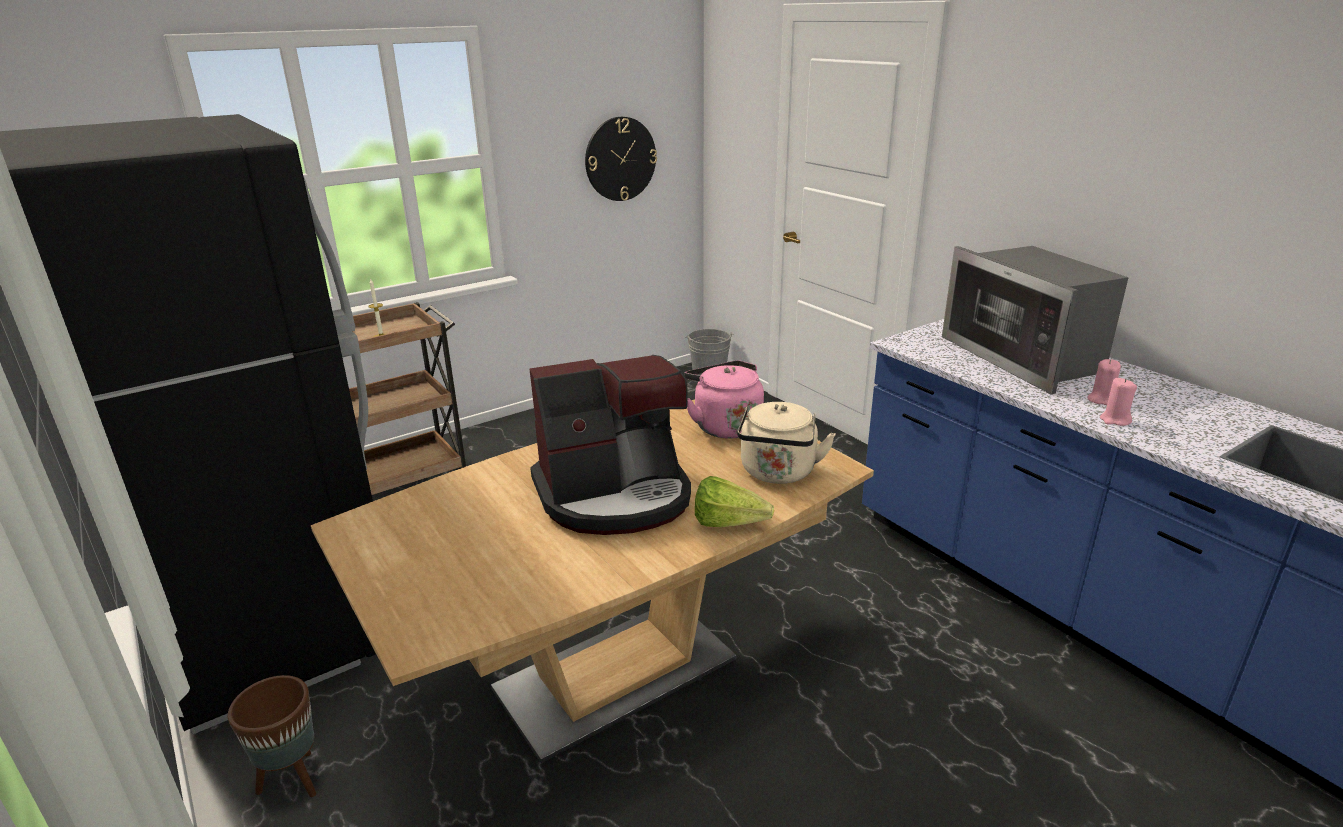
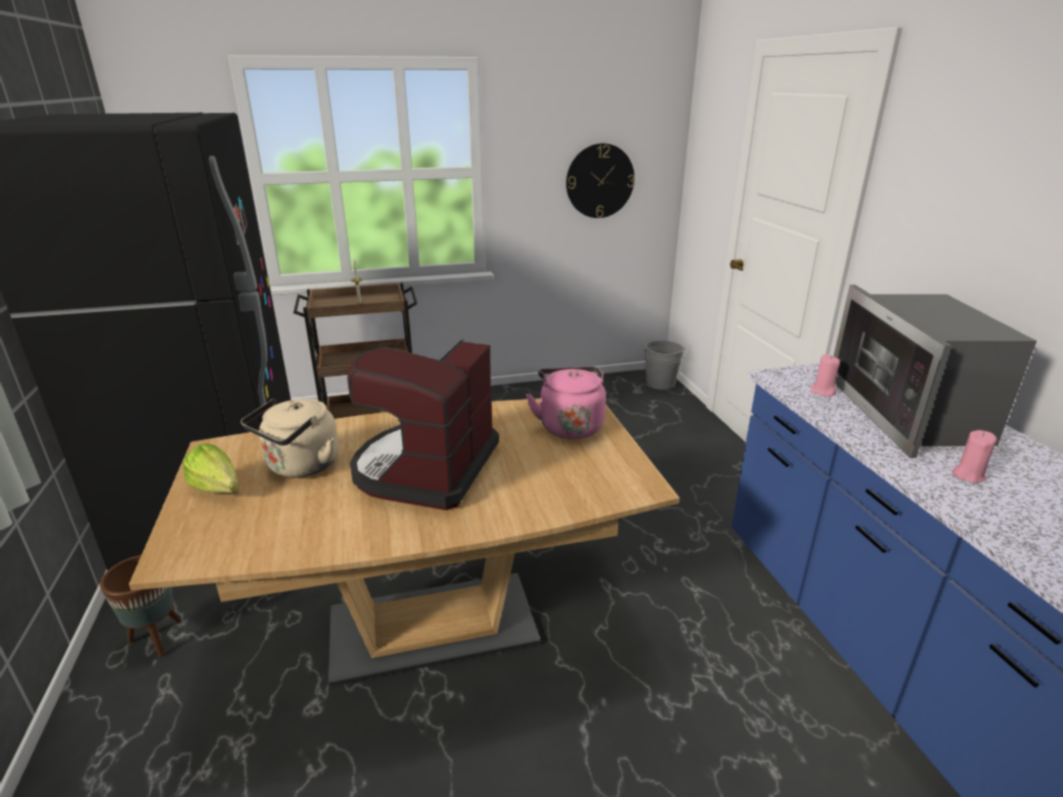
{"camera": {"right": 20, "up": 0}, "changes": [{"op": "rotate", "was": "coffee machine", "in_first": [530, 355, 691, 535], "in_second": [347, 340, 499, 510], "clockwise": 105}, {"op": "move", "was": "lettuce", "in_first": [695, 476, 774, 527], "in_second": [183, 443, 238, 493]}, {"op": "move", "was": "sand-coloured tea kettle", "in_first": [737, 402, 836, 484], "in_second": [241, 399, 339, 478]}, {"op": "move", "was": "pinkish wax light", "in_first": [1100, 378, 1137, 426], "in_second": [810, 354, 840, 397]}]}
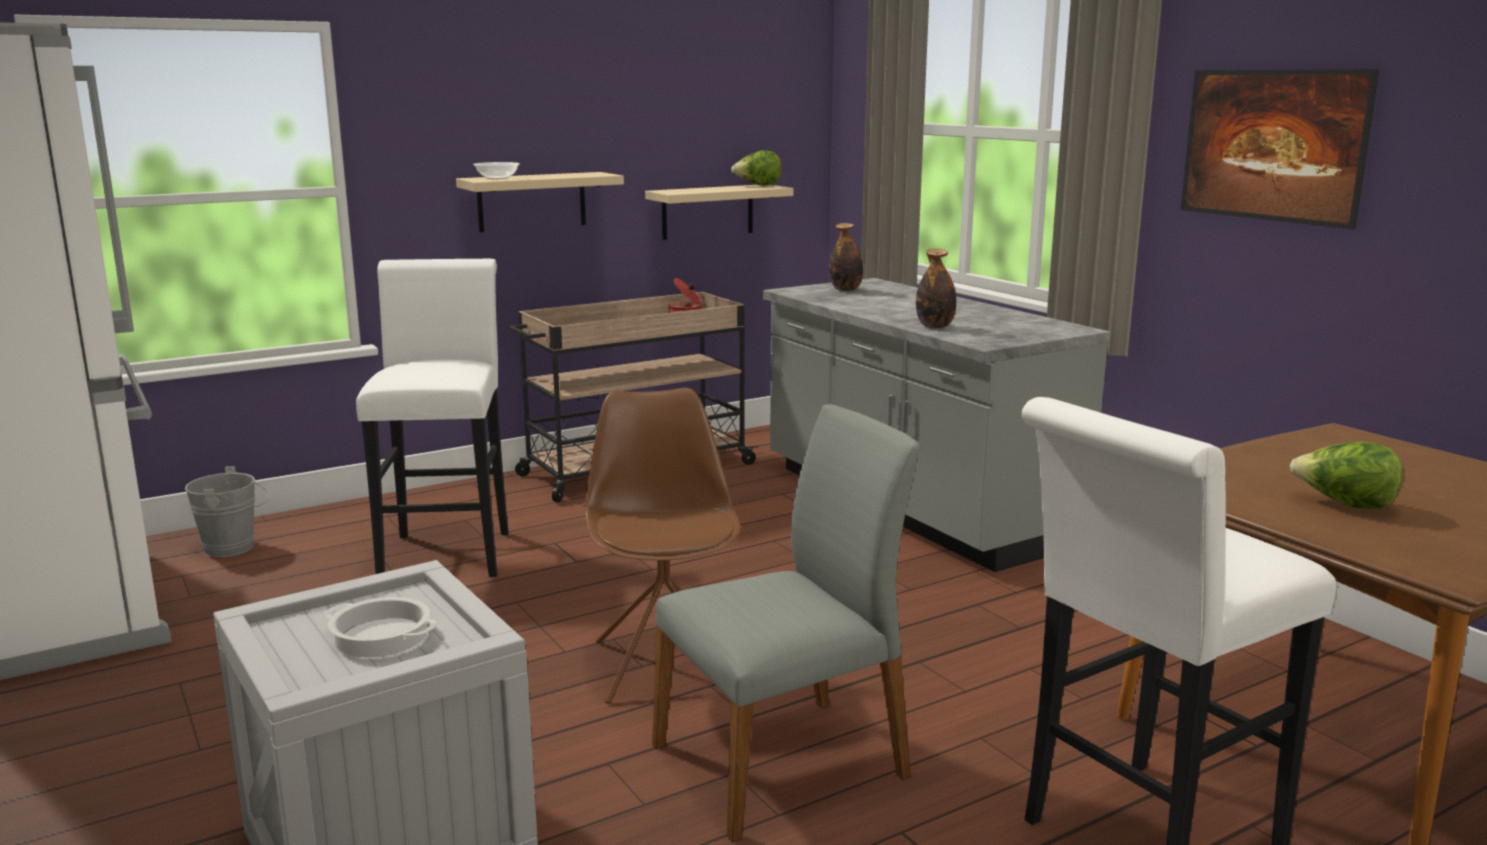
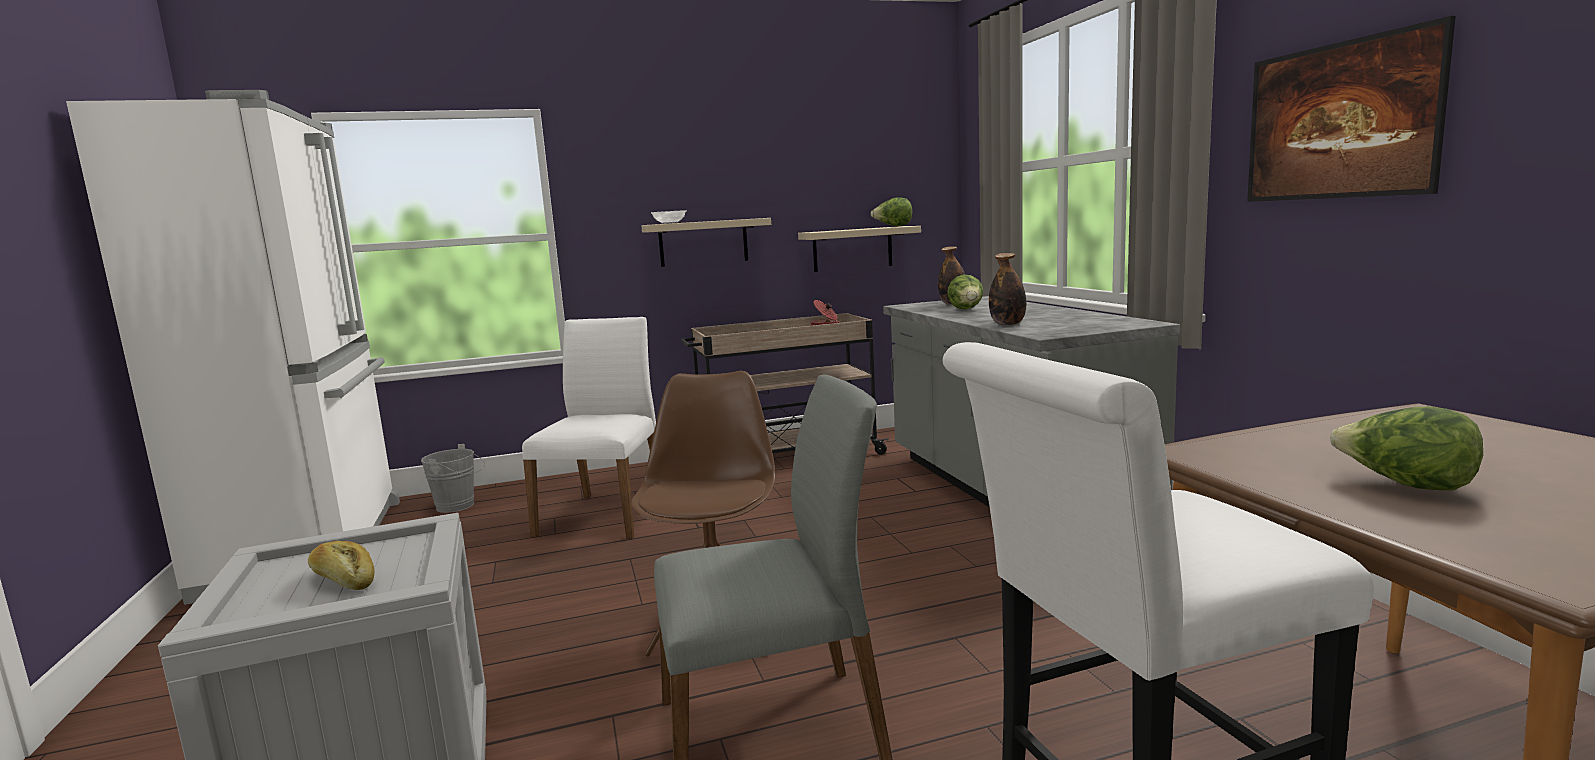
{"camera": {"right": 15, "up": -5}, "changes": [{"op": "replace", "was": "saucepot", "now": "bakery bread", "in_first": [324, 597, 437, 657], "in_second": [308, 541, 375, 590]}, {"op": "replace", "was": "white-coloured stool", "now": "white-coloured plain chair", "in_first": [356, 259, 509, 577], "in_second": [522, 317, 656, 539]}, {"op": "insert", "now": "lettuce", "in_second": [947, 275, 983, 310]}]}
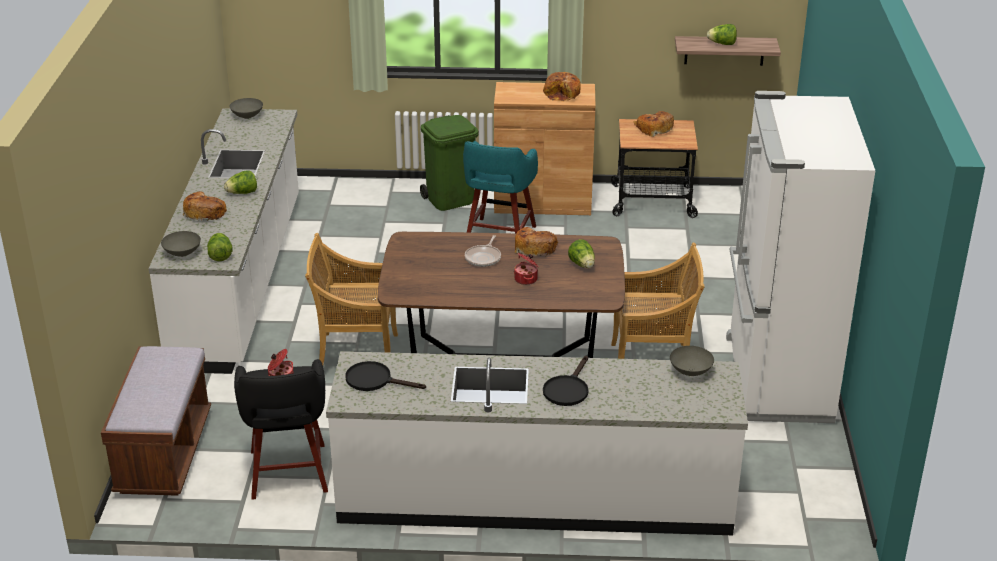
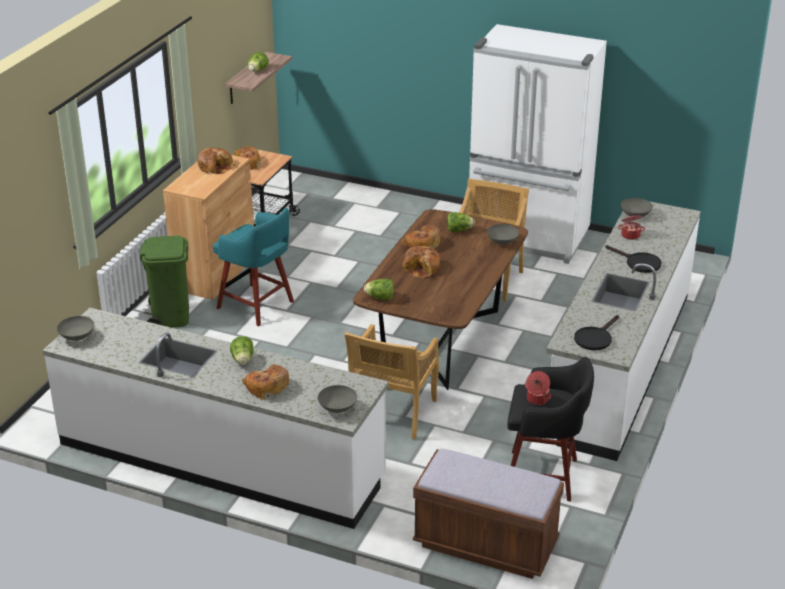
{"camera": {"right": -70, "up": 0}, "changes": [{"op": "move", "was": "lettuce", "in_first": [207, 233, 233, 261], "in_second": [364, 279, 394, 300]}, {"op": "replace", "was": "frying pan", "now": "bakery bread", "in_first": [465, 235, 501, 267], "in_second": [402, 246, 440, 278]}, {"op": "move", "was": "saucepot", "in_first": [514, 253, 539, 285], "in_second": [618, 213, 645, 240]}, {"op": "insert", "now": "gray bowl", "in_second": [487, 224, 519, 245]}]}
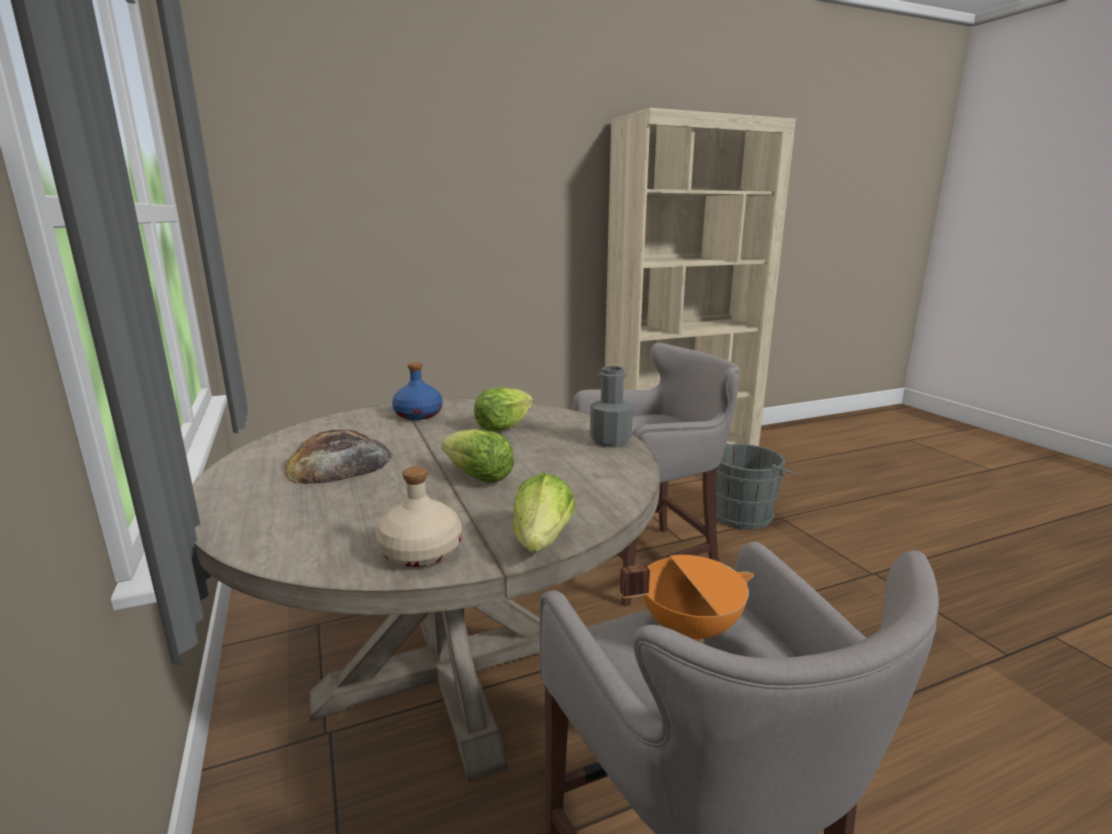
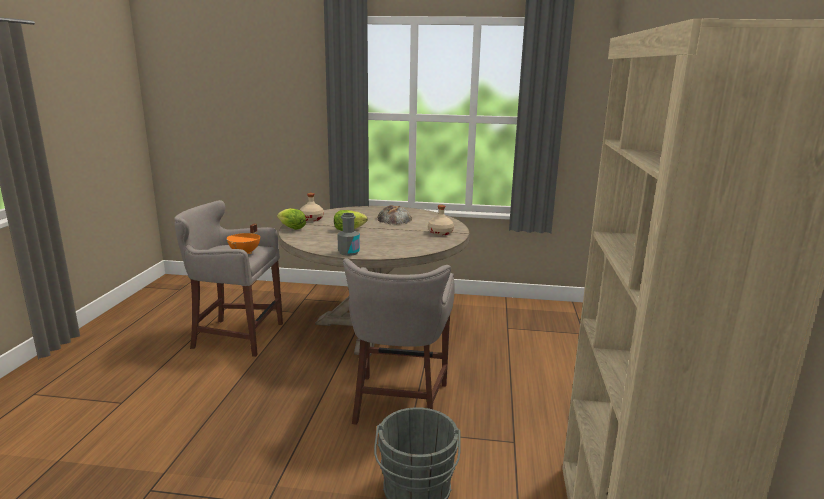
{"camera": {"right": 120, "up": 0}, "changes": [{"op": "recolor", "was": "blue-coloured bottle", "now": "sand-coloured bottle", "in_first": [392, 362, 443, 420], "in_second": [428, 205, 454, 235]}, {"op": "delete", "was": "lettuce", "in_first": [474, 388, 533, 431]}]}
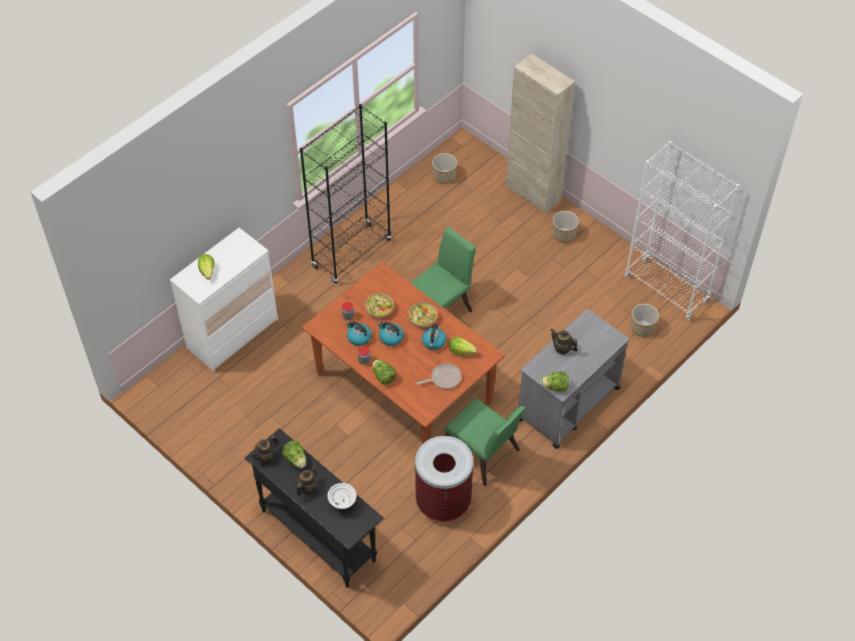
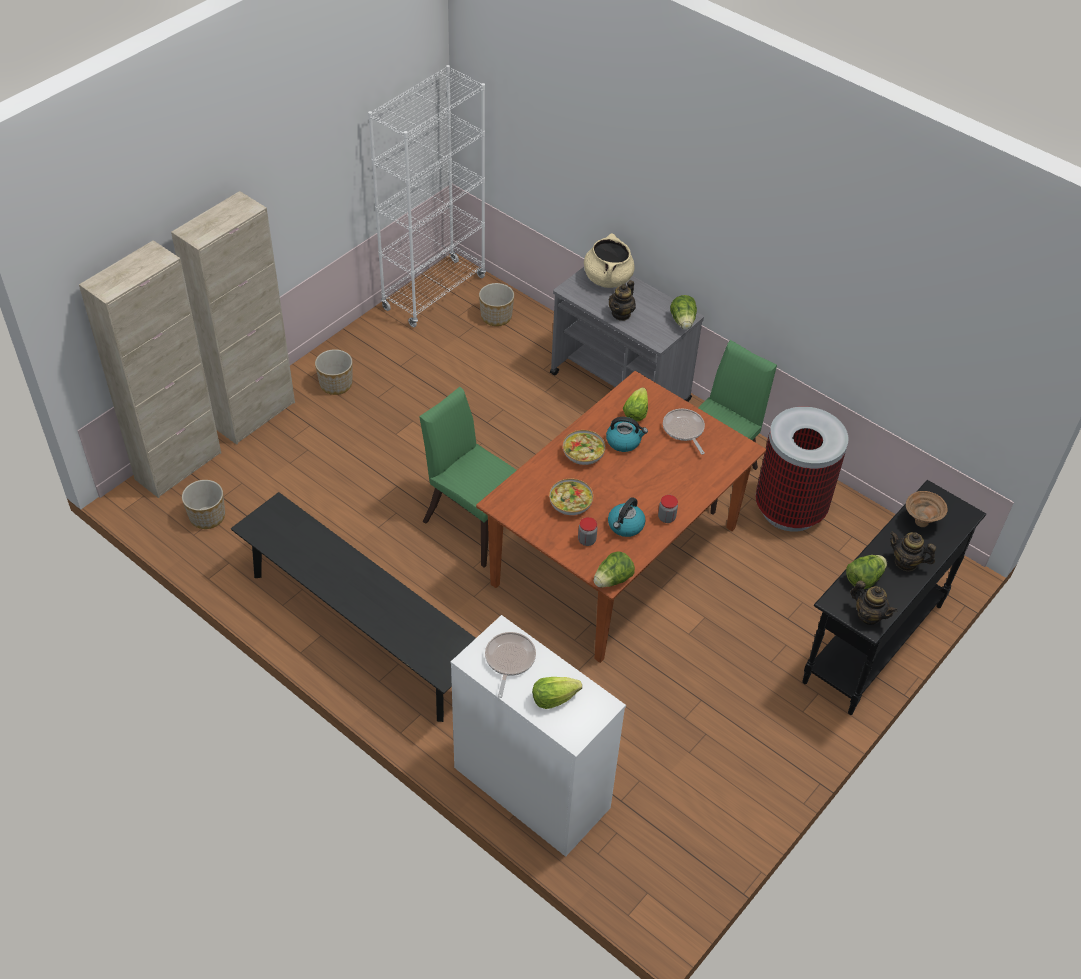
{"camera": {"right": -95, "up": -5}, "changes": [{"op": "replace", "was": "black bookshelf", "now": "black bench", "in_first": [300, 104, 392, 284], "in_second": [231, 492, 476, 722]}, {"op": "recolor", "was": "white-coloured bowl", "now": "brown bowl", "in_first": [328, 483, 356, 509], "in_second": [906, 491, 948, 527]}, {"op": "move", "was": "lettuce", "in_first": [372, 360, 396, 385], "in_second": [594, 551, 635, 588]}, {"op": "delete", "was": "tea kettle", "in_first": [377, 322, 404, 346]}, {"op": "insert", "now": "sand-coloured cupboard", "in_second": [79, 240, 221, 498]}, {"op": "insert", "now": "frying pan", "in_second": [485, 632, 536, 698]}, {"op": "insert", "now": "sand-coloured saucepot", "in_second": [584, 233, 635, 288]}]}
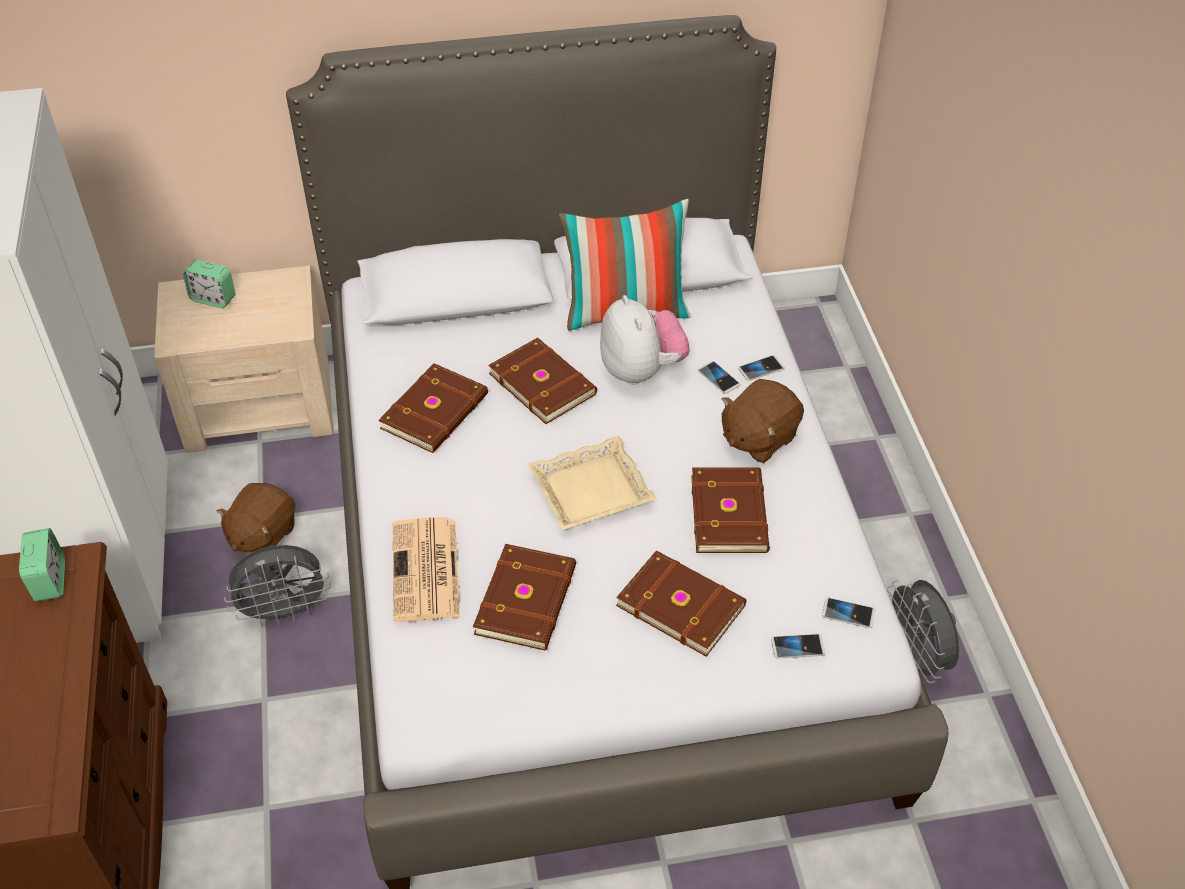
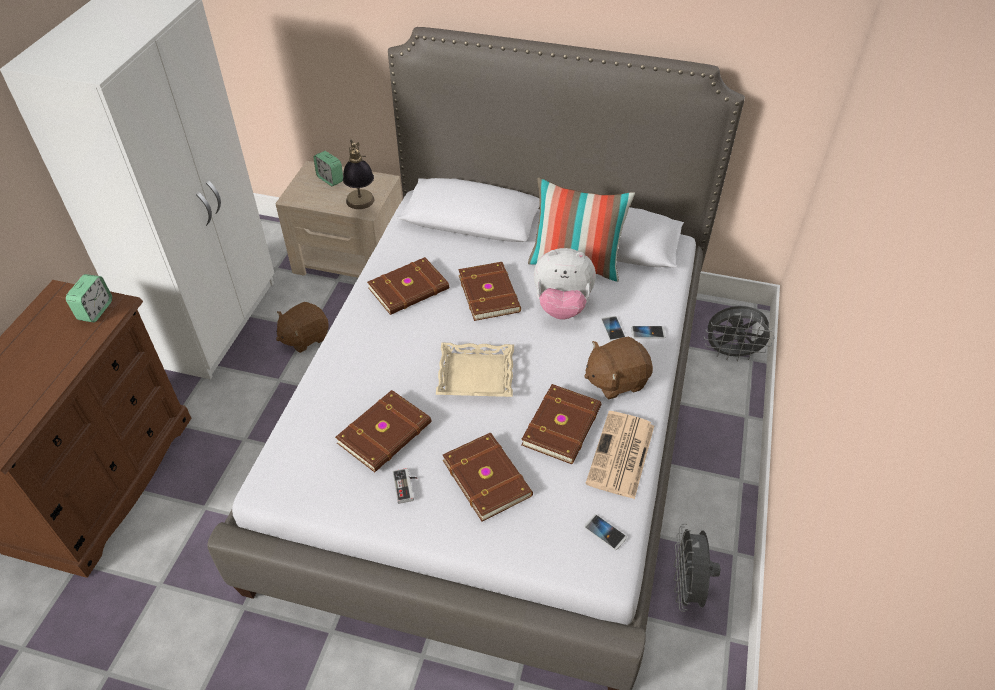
{"camera": {"right": 25, "up": 0}, "changes": [{"op": "move", "was": "gray fan", "in_first": [224, 545, 331, 627], "in_second": [704, 306, 775, 361]}, {"op": "move", "was": "daily paper", "in_first": [393, 517, 460, 622], "in_second": [585, 411, 654, 499]}, {"op": "rotate", "was": "soft toy", "in_first": [600, 295, 690, 385], "in_second": [534, 248, 596, 320], "clockwise": 90}, {"op": "delete", "was": "telephone", "in_first": [771, 634, 825, 659]}, {"op": "insert", "now": "tabletop lamp", "in_second": [343, 140, 374, 209]}, {"op": "insert", "now": "joypad", "in_second": [392, 468, 418, 504]}]}
